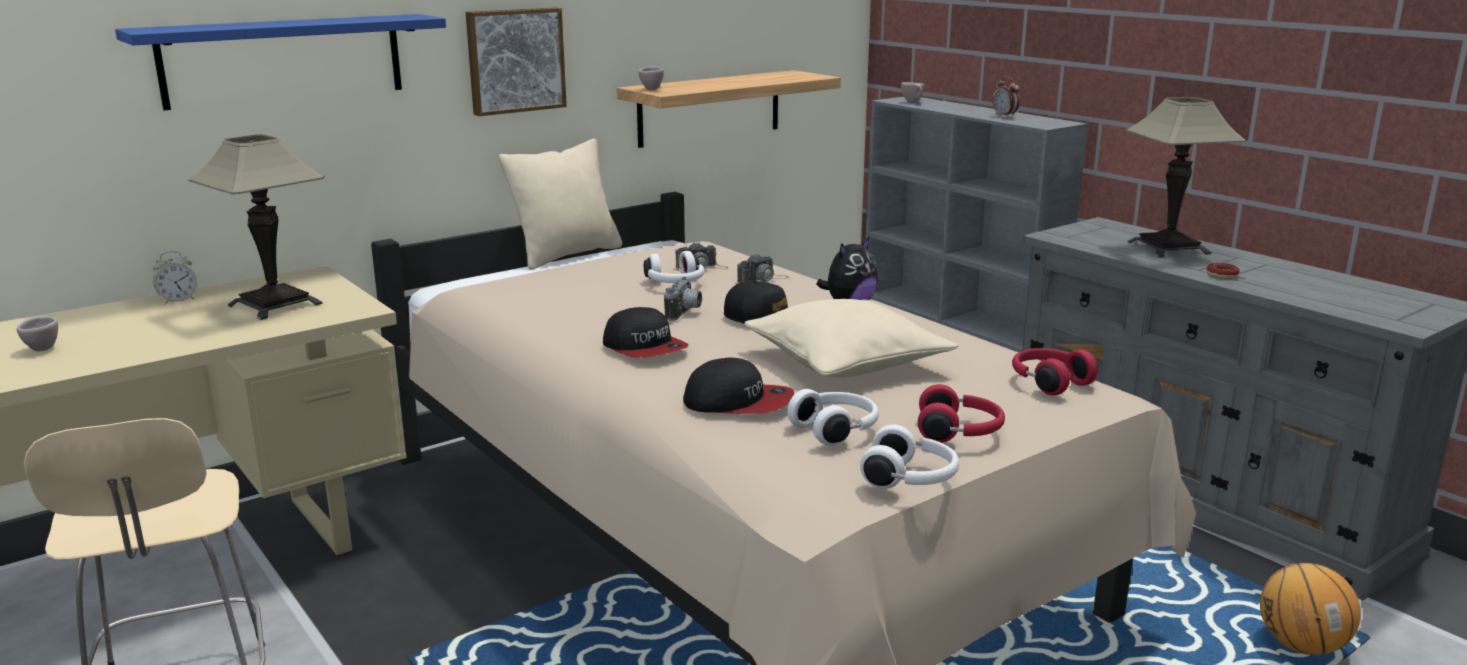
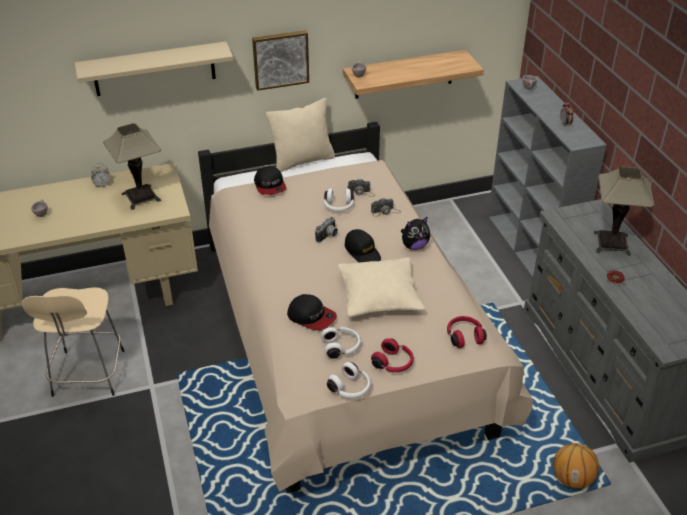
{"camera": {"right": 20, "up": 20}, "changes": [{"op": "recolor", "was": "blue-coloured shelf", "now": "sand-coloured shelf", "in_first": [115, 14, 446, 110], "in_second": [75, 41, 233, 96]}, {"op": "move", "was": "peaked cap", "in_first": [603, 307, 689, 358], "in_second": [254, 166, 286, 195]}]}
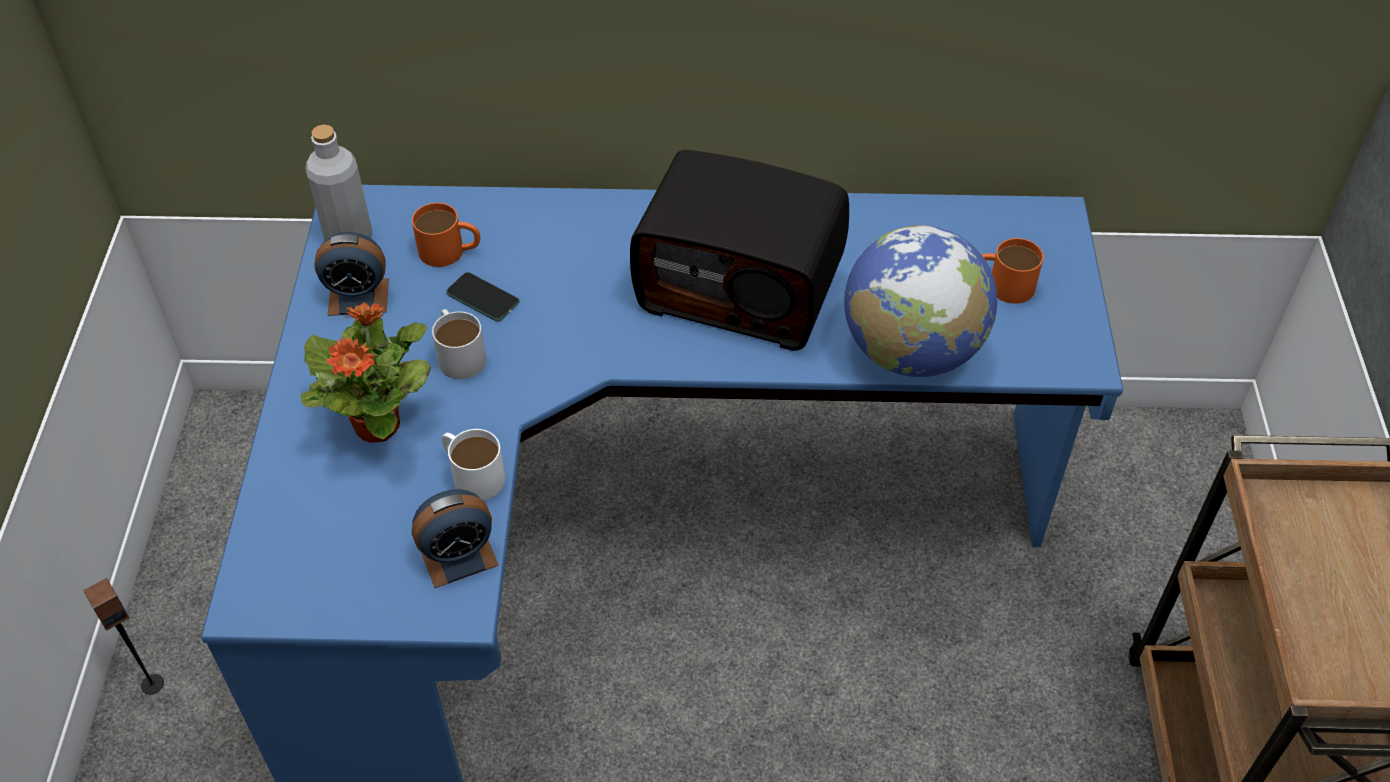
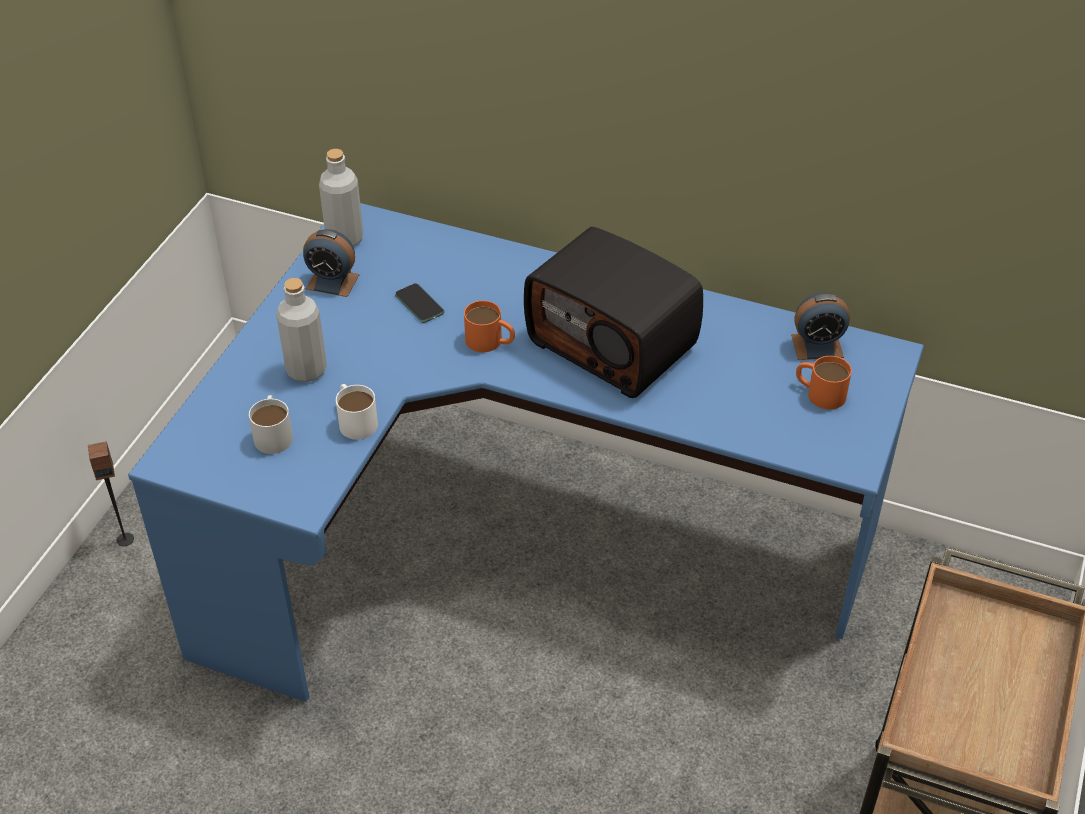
{"camera": {"right": 20, "up": -5}, "changes": [{"op": "replace", "was": "houseplant", "now": "gray bottle", "in_first": [301, 302, 431, 443], "in_second": [276, 278, 327, 382]}, {"op": "move", "was": "orange-coloured mug", "in_first": [412, 203, 480, 267], "in_second": [464, 300, 515, 352]}, {"op": "move", "was": "table clock", "in_first": [412, 489, 499, 588], "in_second": [791, 293, 850, 360]}, {"op": "move", "was": "white-coloured mug", "in_first": [432, 309, 486, 379], "in_second": [249, 395, 293, 454]}, {"op": "delete", "was": "desk globe", "in_first": [844, 225, 997, 377]}]}
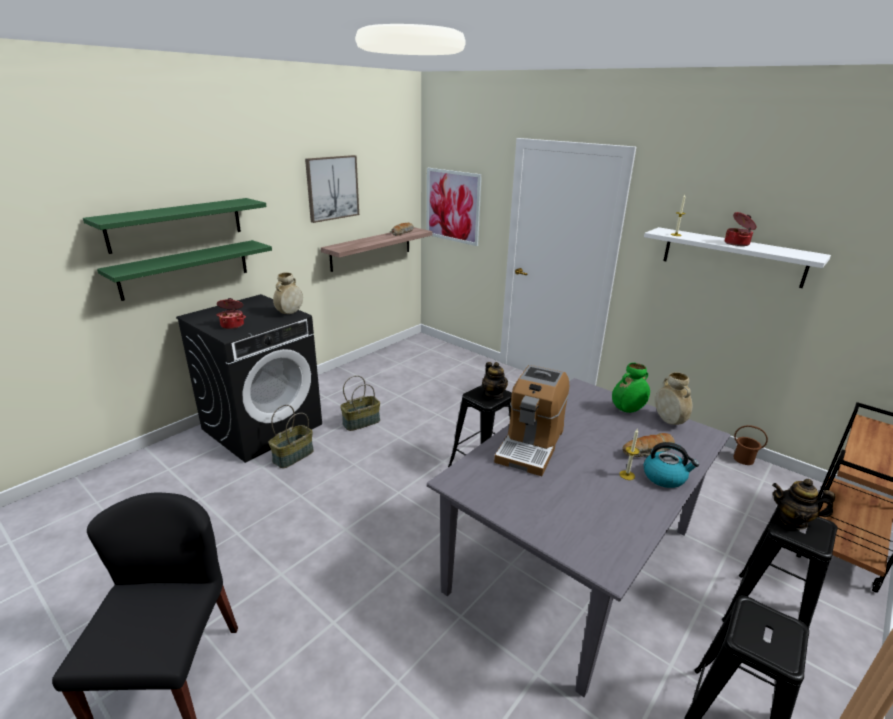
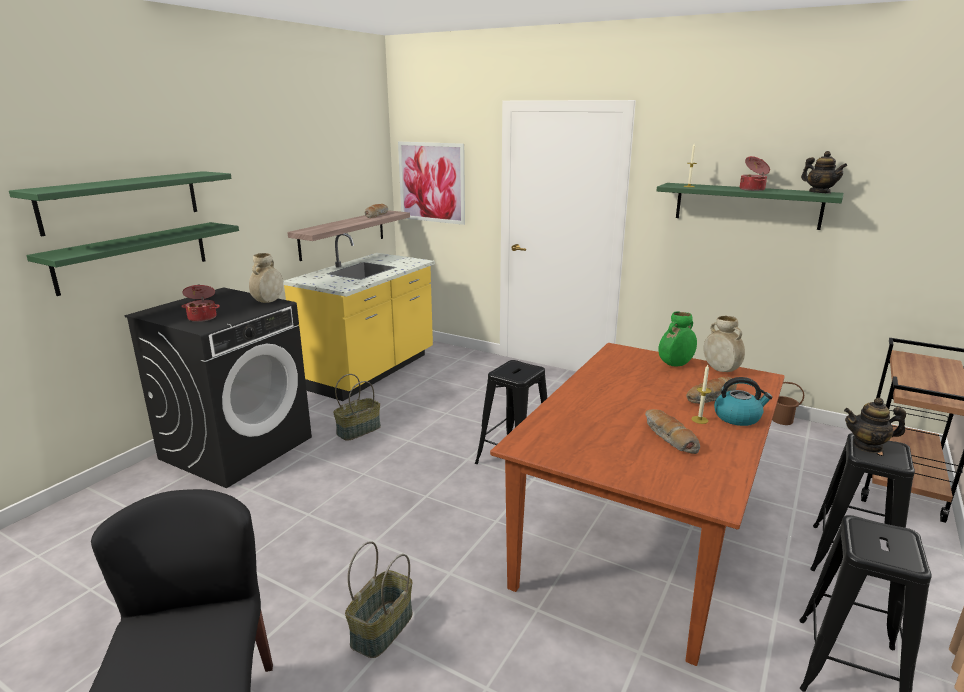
{"camera": {"right": -10, "up": -5}, "changes": [{"op": "move", "was": "storage basket", "in_first": [268, 405, 314, 468], "in_second": [345, 541, 413, 658]}, {"op": "delete", "was": "picture", "in_first": [305, 155, 359, 223]}, {"op": "recolor", "was": "gray kitchen table", "now": "brown kitchen table", "in_first": [427, 378, 730, 697], "in_second": [490, 343, 785, 666]}, {"op": "move", "was": "pot for tea", "in_first": [482, 362, 508, 399], "in_second": [801, 151, 847, 194]}, {"op": "delete", "was": "coffee machine", "in_first": [494, 365, 569, 476]}, {"op": "recolor", "was": "white-coloured shelf", "now": "green shelf", "in_first": [644, 227, 831, 288], "in_second": [656, 183, 844, 230]}, {"op": "insert", "now": "yellow-coloured kitchen base unit", "in_second": [283, 233, 435, 401]}, {"op": "insert", "now": "bakery bread", "in_second": [645, 409, 700, 454]}]}
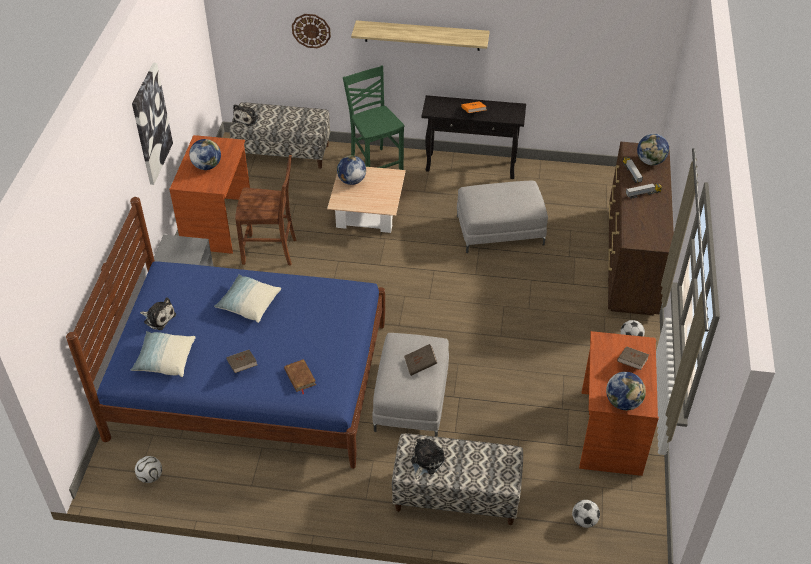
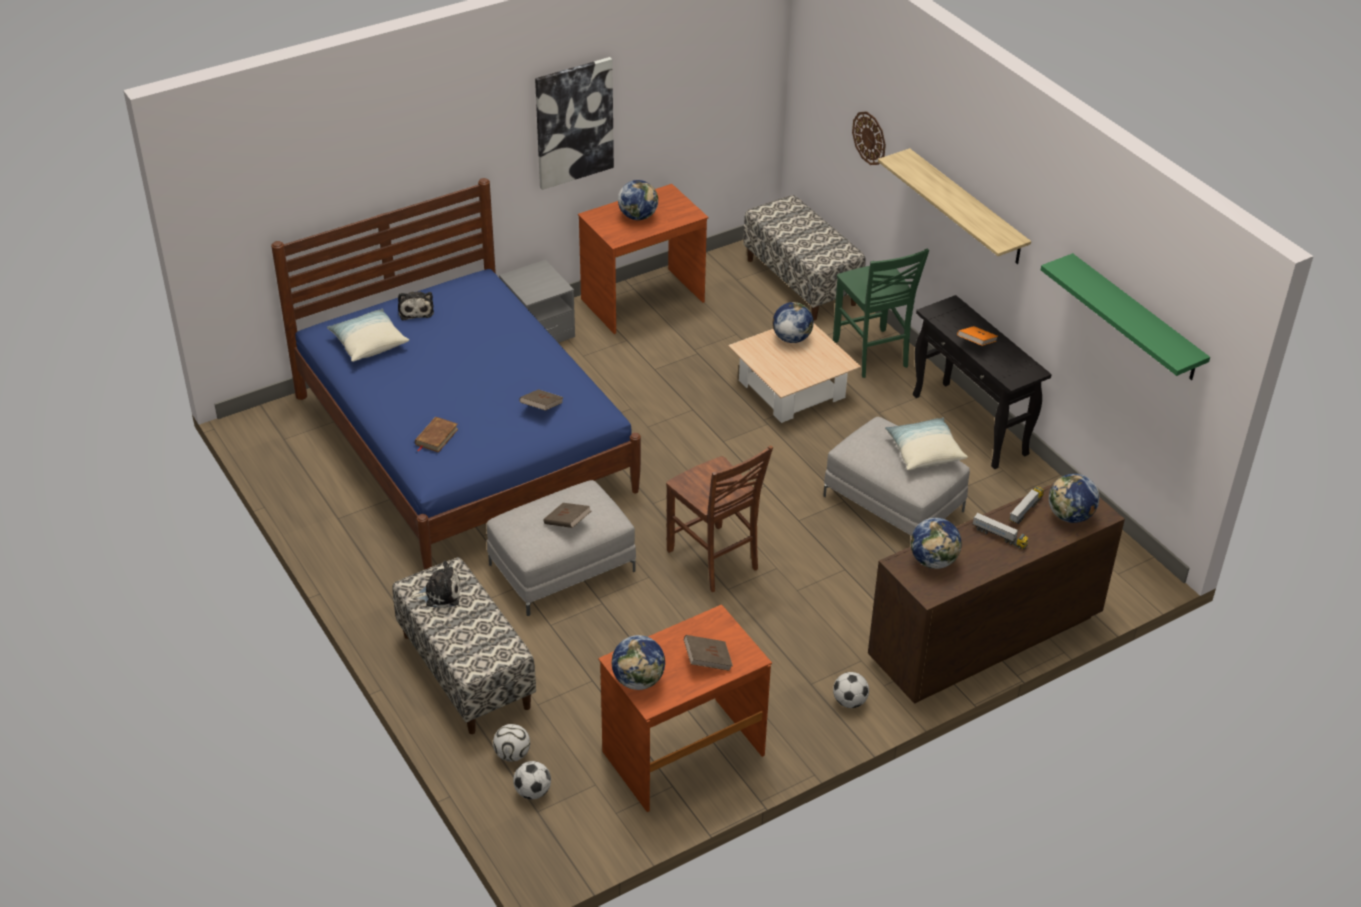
{"camera": {"right": 50, "up": -5}, "changes": [{"op": "move", "was": "ball for football", "in_first": [135, 456, 162, 483], "in_second": [493, 724, 530, 762]}, {"op": "move", "was": "throw pillow", "in_first": [214, 274, 281, 323], "in_second": [885, 417, 968, 470]}, {"op": "move", "was": "brown volume", "in_first": [227, 350, 257, 373], "in_second": [519, 389, 564, 411]}, {"op": "delete", "was": "soft toy", "in_first": [233, 104, 258, 126]}, {"op": "move", "was": "brown plain chair", "in_first": [235, 155, 296, 266], "in_second": [666, 445, 773, 592]}, {"op": "rotate", "was": "green plain chair", "in_first": [343, 65, 404, 170], "in_second": [833, 249, 929, 378], "clockwise": 135}, {"op": "insert", "now": "desk globe", "in_second": [911, 518, 962, 569]}, {"op": "insert", "now": "green shelf", "in_second": [1041, 253, 1210, 380]}]}
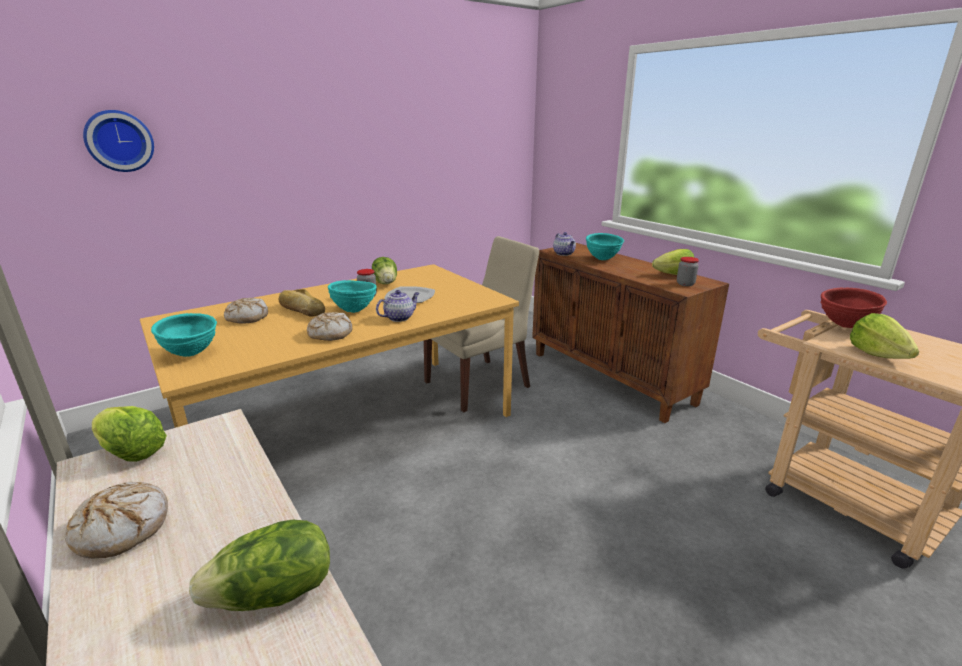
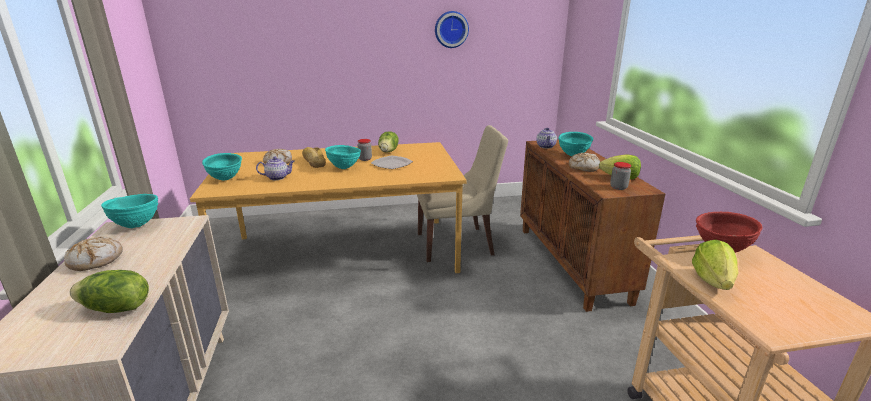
{"camera": {"right": 25, "up": 0}, "changes": [{"op": "move", "was": "wall clock", "in_first": [83, 110, 154, 172], "in_second": [435, 11, 469, 48]}, {"op": "replace", "was": "lettuce", "now": "turquoise-coloured bowl", "in_first": [92, 406, 167, 462], "in_second": [101, 194, 158, 228]}, {"op": "move", "was": "bakery bread", "in_first": [307, 312, 352, 341], "in_second": [569, 153, 600, 172]}, {"op": "move", "was": "pot for tea", "in_first": [376, 290, 419, 322], "in_second": [256, 157, 295, 180]}]}
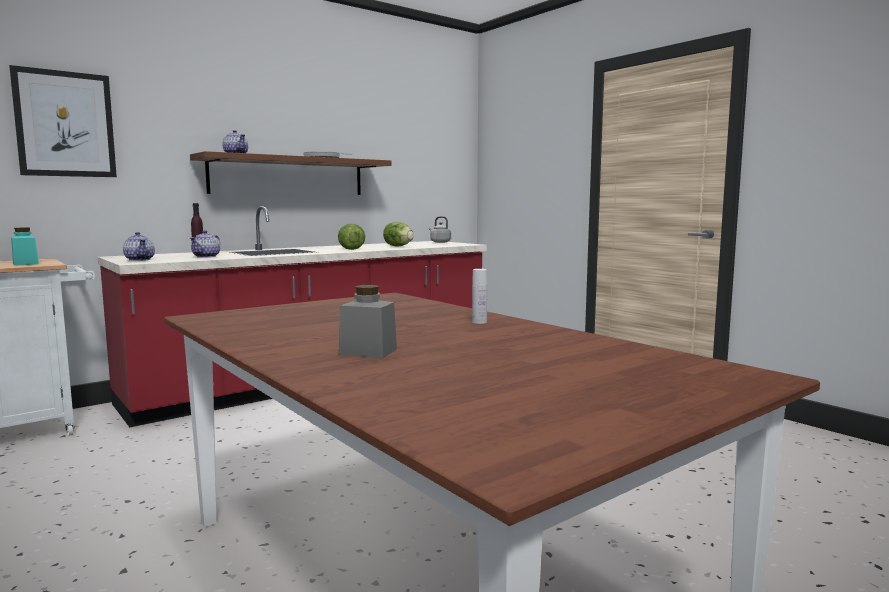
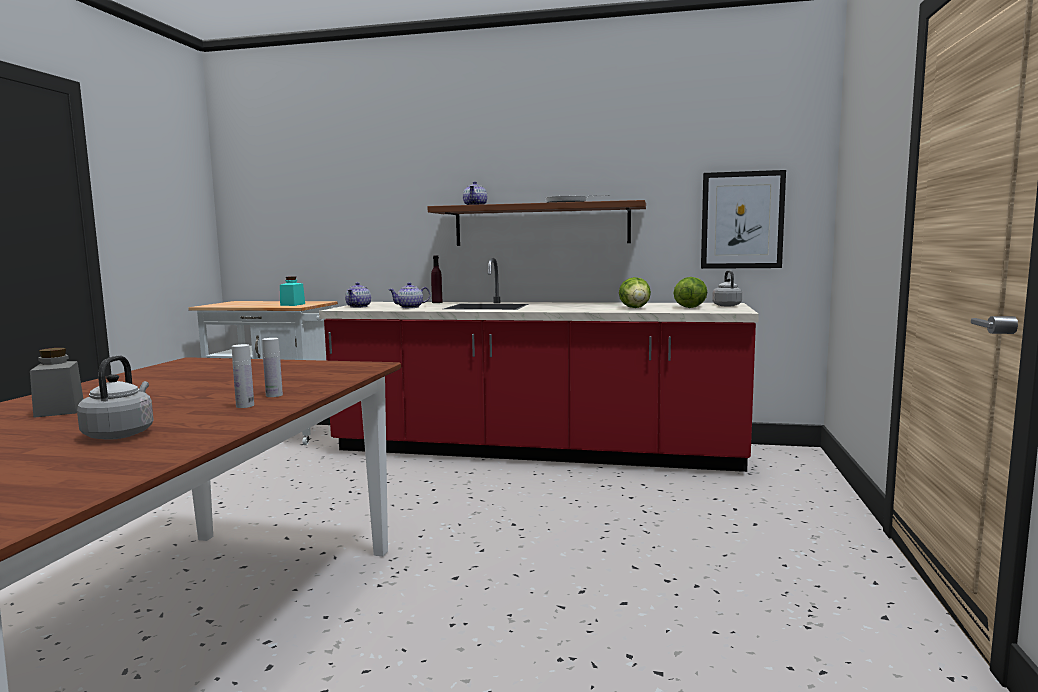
{"camera": {"right": 50, "up": 0}, "changes": [{"op": "move", "was": "picture", "in_first": [9, 65, 117, 177], "in_second": [701, 170, 786, 269]}, {"op": "move", "was": "lettuce", "in_first": [338, 223, 365, 250], "in_second": [674, 277, 707, 308]}, {"op": "insert", "now": "gray tea kettle", "in_second": [77, 355, 154, 440]}, {"op": "insert", "now": "white-coloured bottle", "in_second": [262, 338, 283, 397]}]}
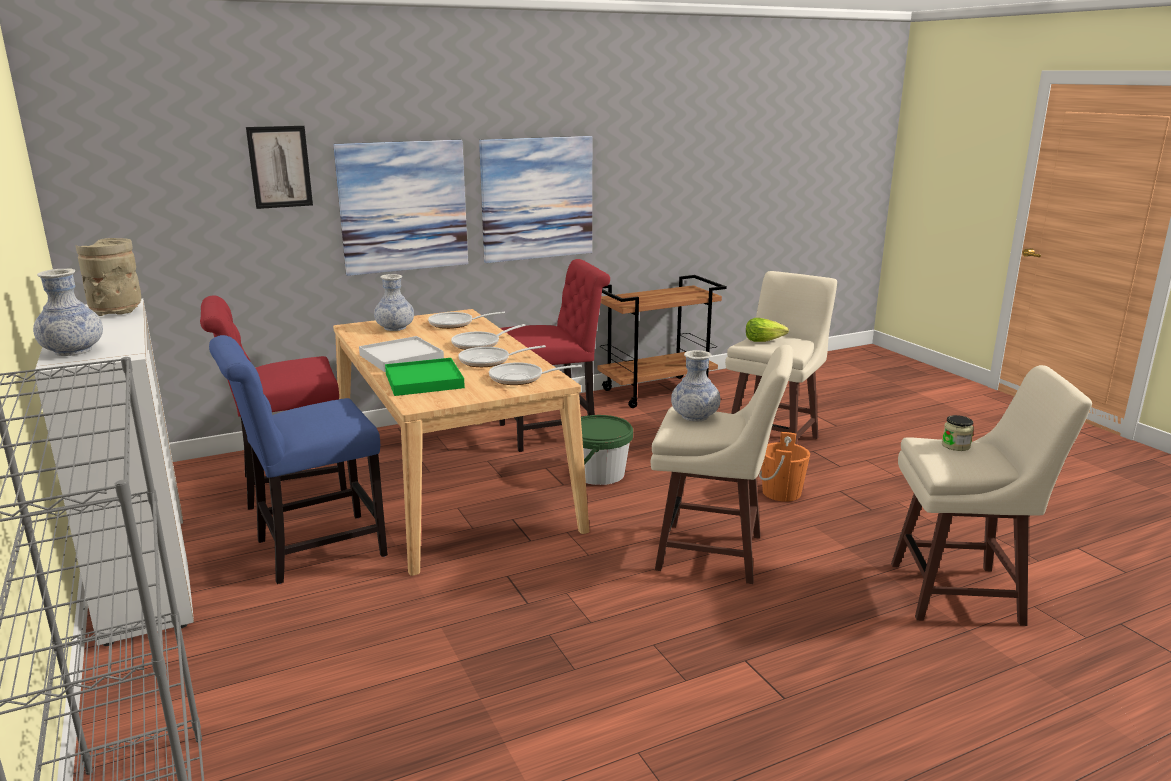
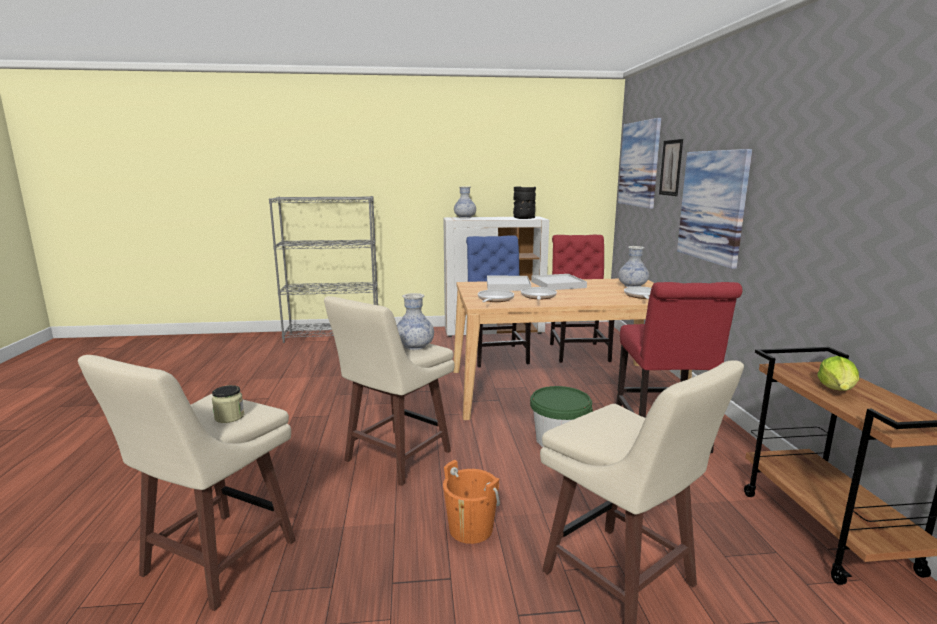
{"camera": {"right": 110, "up": -5}, "changes": [{"op": "recolor", "was": "sand-coloured vase", "now": "black vase", "in_first": [76, 238, 141, 316], "in_second": [513, 186, 536, 219]}, {"op": "recolor", "was": "green tray", "now": "white-coloured tray", "in_first": [385, 358, 465, 396], "in_second": [487, 276, 531, 291]}, {"op": "delete", "was": "frying pan", "in_first": [451, 324, 526, 350]}, {"op": "move", "was": "picture", "in_first": [479, 136, 592, 263], "in_second": [618, 118, 662, 209]}, {"op": "move", "was": "lettuce", "in_first": [746, 318, 789, 342], "in_second": [817, 356, 859, 391]}]}
